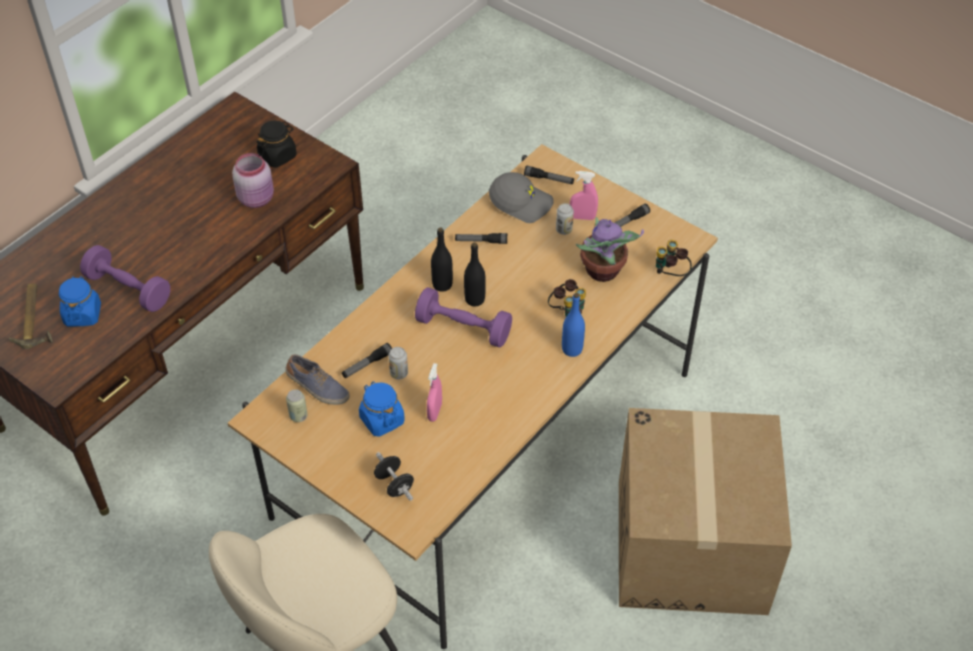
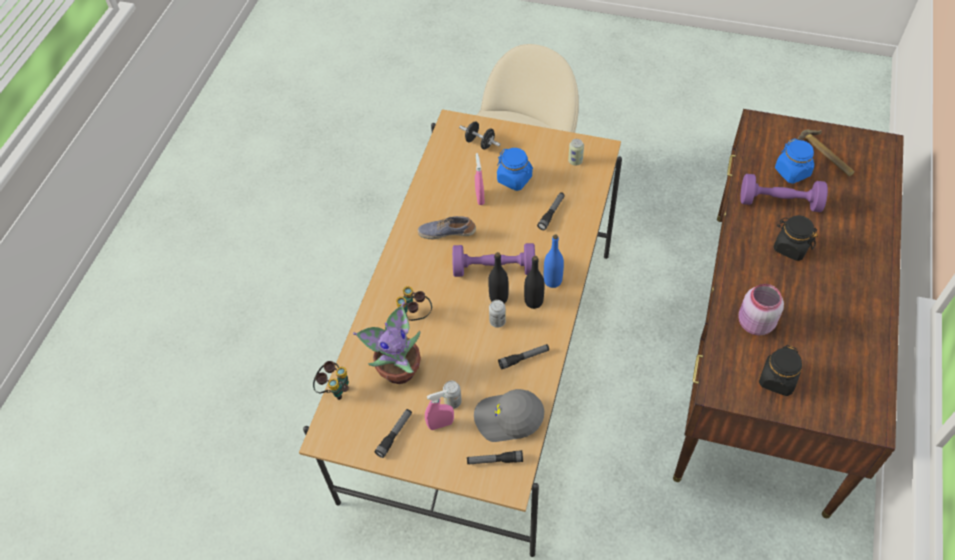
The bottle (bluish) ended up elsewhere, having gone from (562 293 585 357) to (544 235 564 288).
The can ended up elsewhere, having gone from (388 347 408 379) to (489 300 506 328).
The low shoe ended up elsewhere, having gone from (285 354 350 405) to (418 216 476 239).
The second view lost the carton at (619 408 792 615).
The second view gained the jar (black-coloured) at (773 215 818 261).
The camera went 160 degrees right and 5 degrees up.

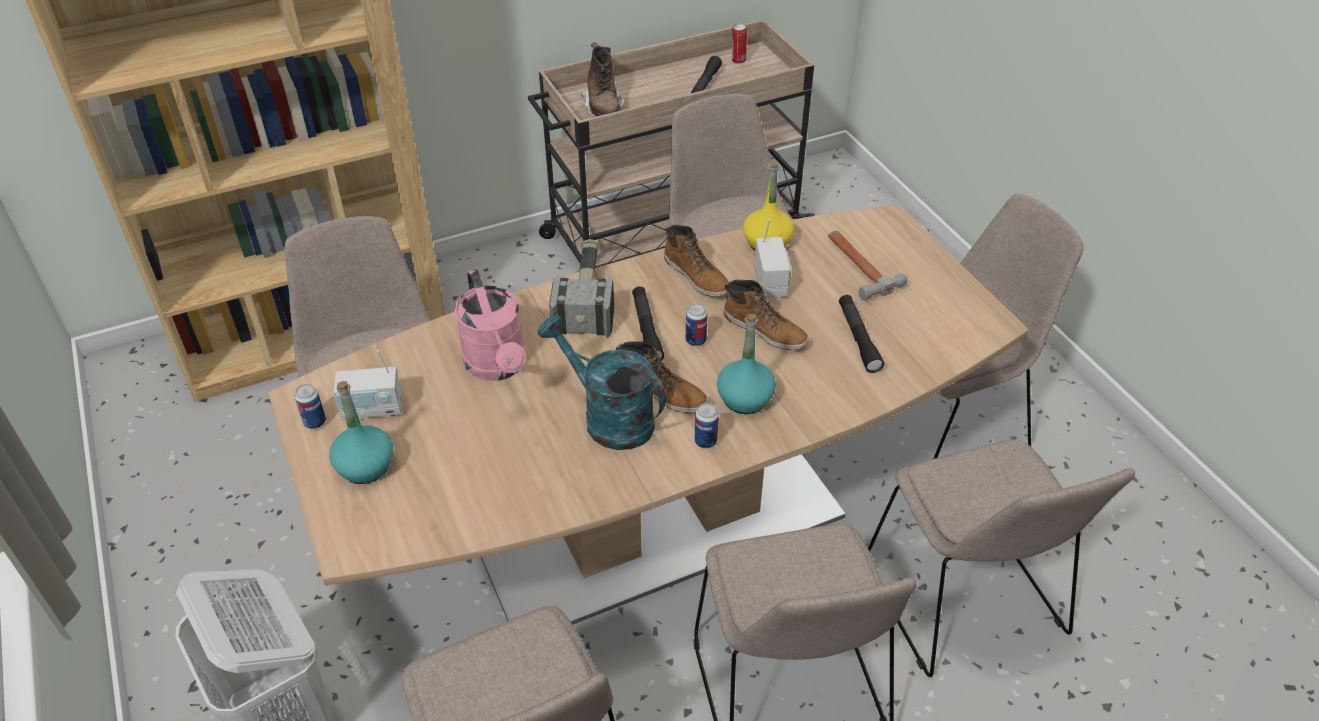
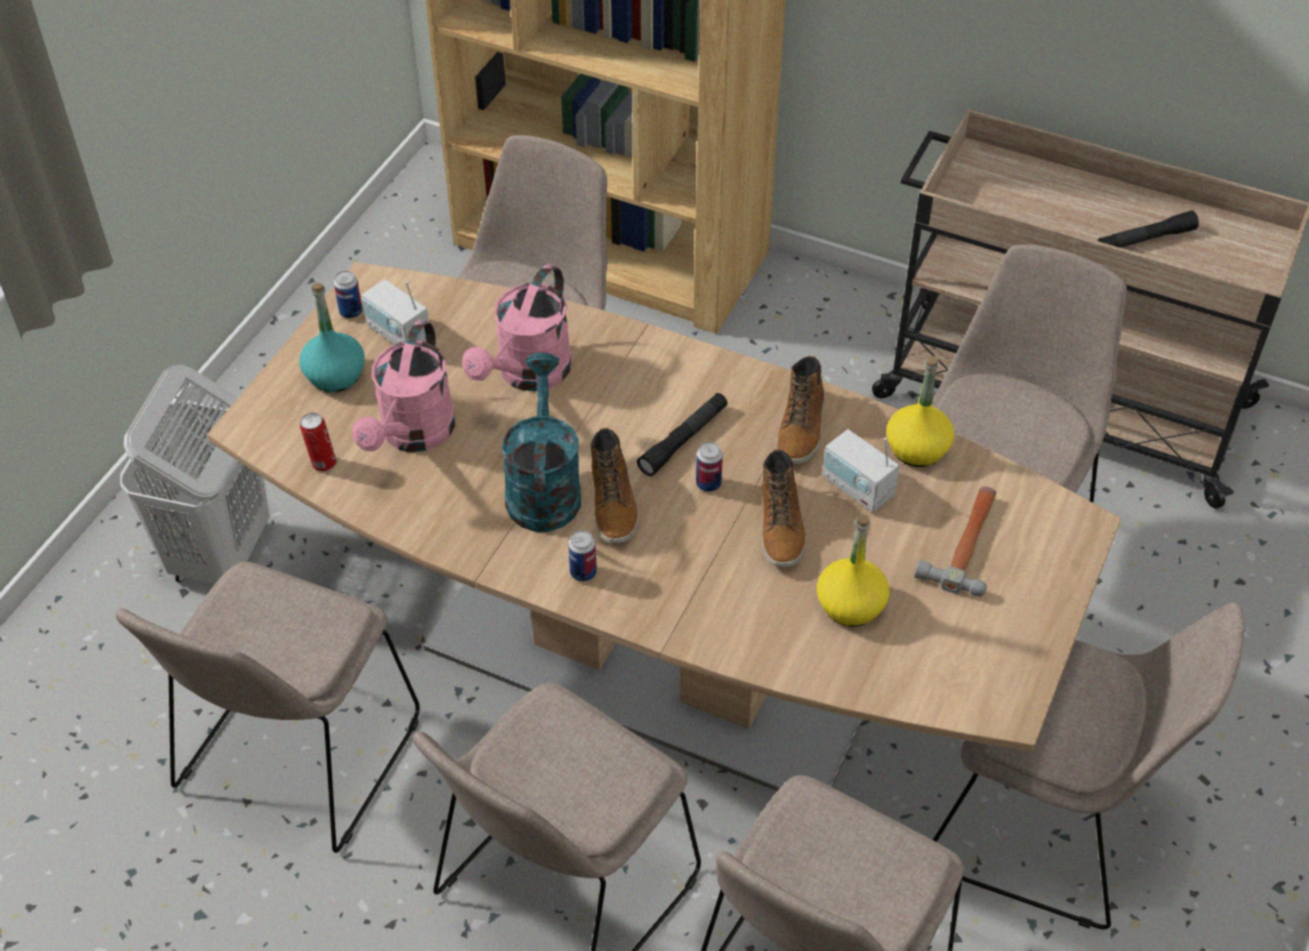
The can ended up elsewhere, having gone from (732 23 747 64) to (300 413 336 472).
The second view lost the high-top boot (brown-coloured) at (581 42 624 116).
The radio receiver at (754 219 791 298) ended up facing another way, 90 degrees clockwise from before.
The second view lost the hammer at (549 239 614 338).
Where the torch (black-coloured) stood at (839 295 884 373), the bottle (yellow) came to stand at (817 514 889 627).
The second view lost the bottle (turquoise) at (717 314 776 414).
The second view gained the sprinkling can (pinkish) at (352 320 455 452).
The camera went 50 degrees right and 5 degrees up.

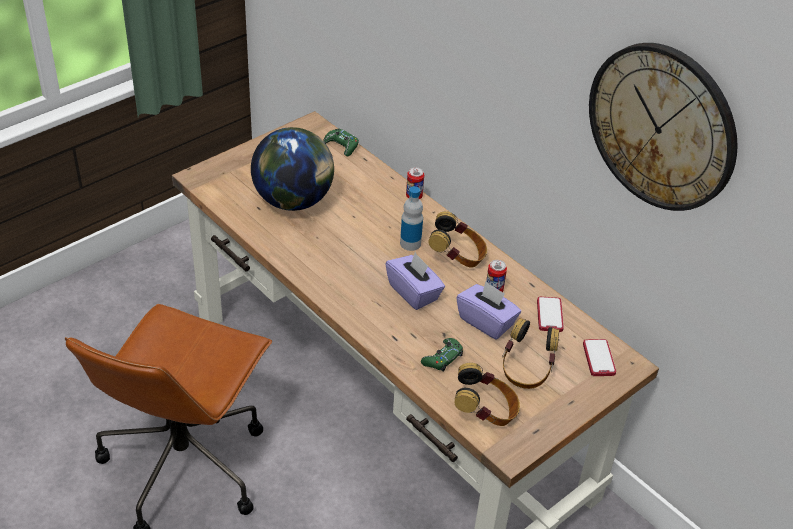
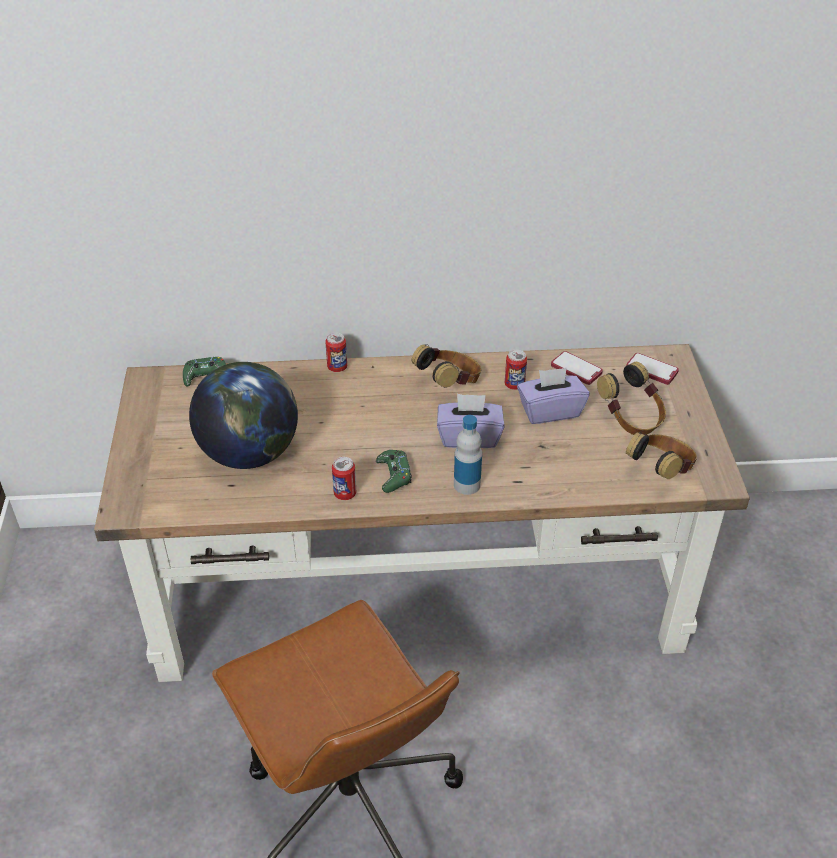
The second view lost the clock on the wall at (589 43 738 211).
The bottle ended up elsewhere, having gone from (400 186 423 251) to (454 415 482 495).
The joypad (green) ended up elsewhere, having gone from (421 338 463 372) to (376 450 412 493).
The second view gained the can at (332 457 356 500).
The camera went 50 degrees left and 0 degrees up.

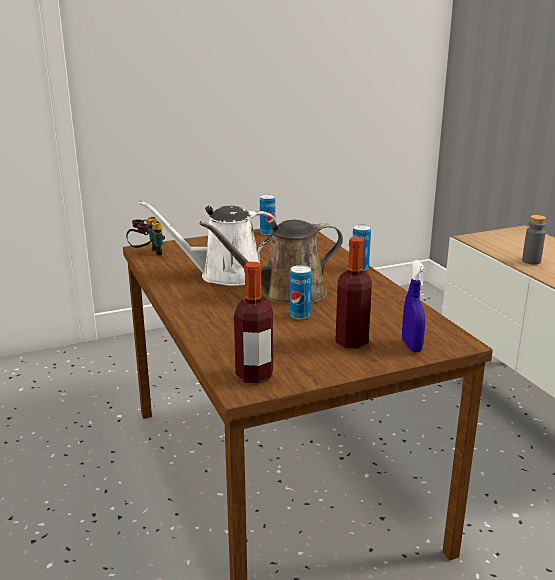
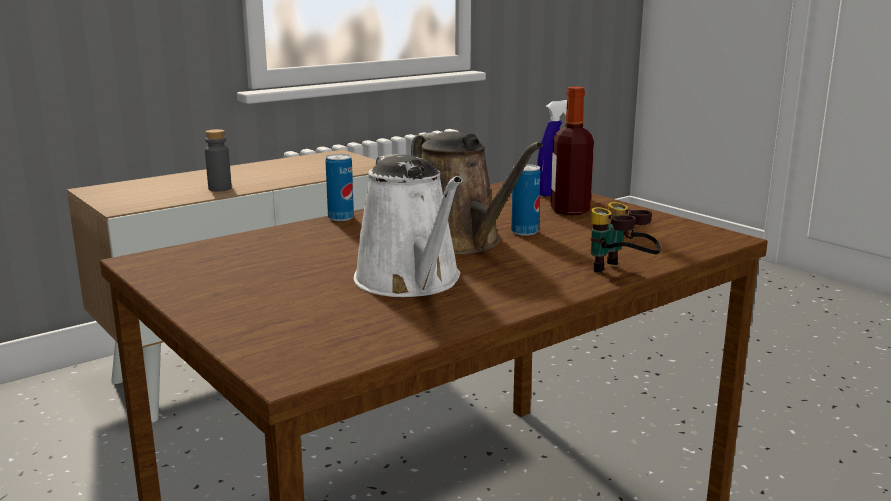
The second view lost the can at (260 194 275 235).
The binoculars ended up elsewhere, having gone from (126 216 165 255) to (591 202 661 272).
The second view lost the bottle at (234 262 273 383).
The camera went 105 degrees left and 5 degrees down.

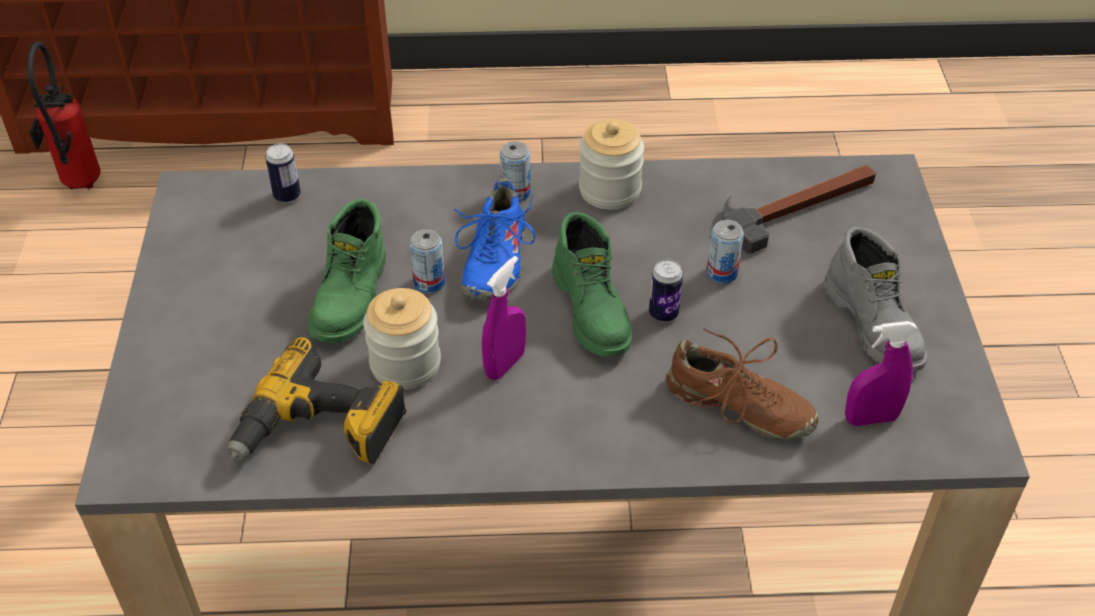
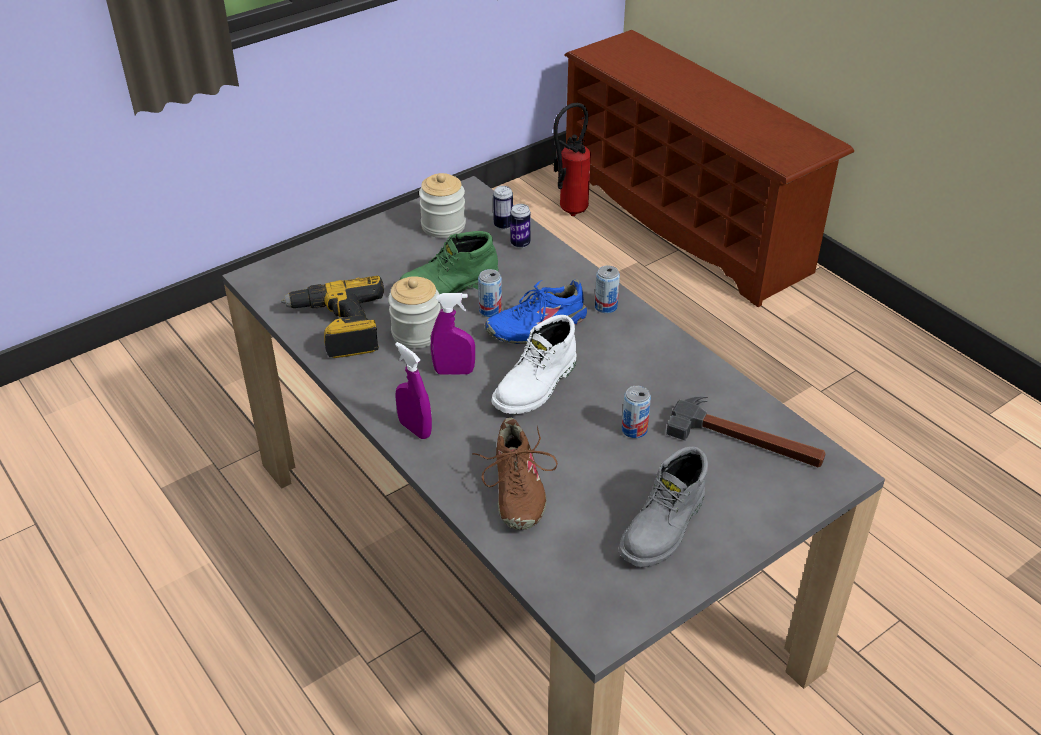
The jar ended up elsewhere, having gone from (579 119 644 210) to (419 173 466 238).
What was the high-top boot (green) at (552 212 632 357) turned into the high-top boot (white-coloured) at (491 315 577 414).
The can ended up elsewhere, having gone from (649 259 683 322) to (510 204 531 248).
The spray bottle (purple-coloured) ended up elsewhere, having gone from (845 321 917 426) to (395 342 432 439).
The camera went 55 degrees right and 5 degrees down.

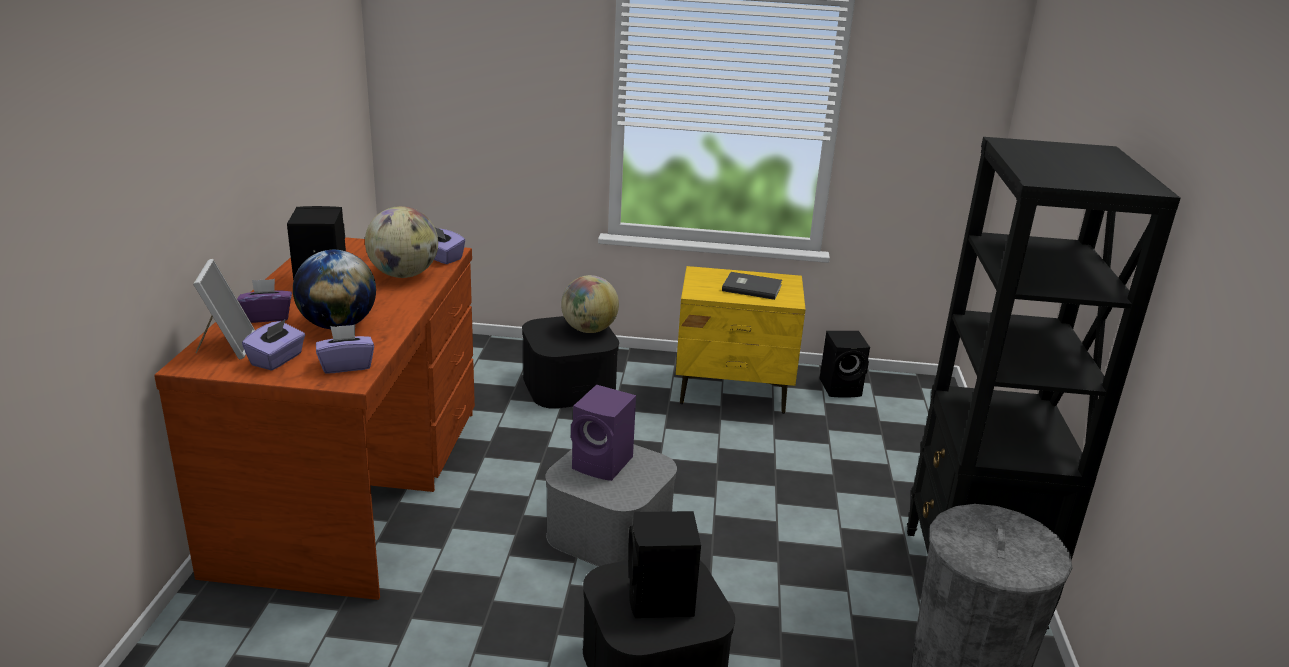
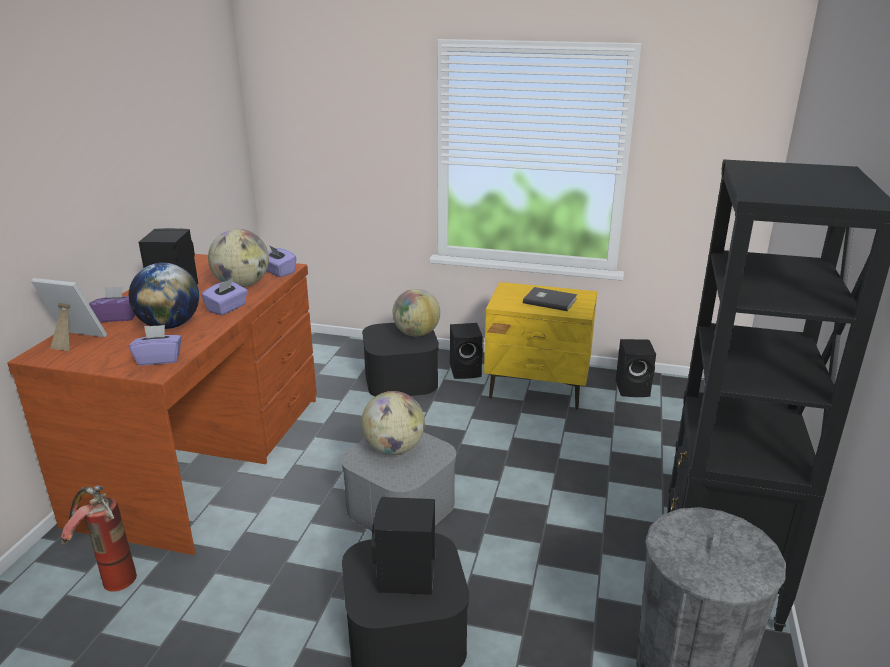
The standing frame at (193 259 255 359) ended up facing another way, 75 degrees counterclockwise from before.
The box of tissues (purple-coloured) ended up elsewhere, having gone from (242 319 305 371) to (201 279 248 315).
Where the audio speaker (purple-coloured) stood at (571 384 636 481), the globe came to stand at (361 391 425 455).
The second view gained the audio speaker (black-coloured) at (450 323 483 379).
The second view gained the extinguisher at (61 485 137 592).
The camera went 10 degrees right and 0 degrees up.

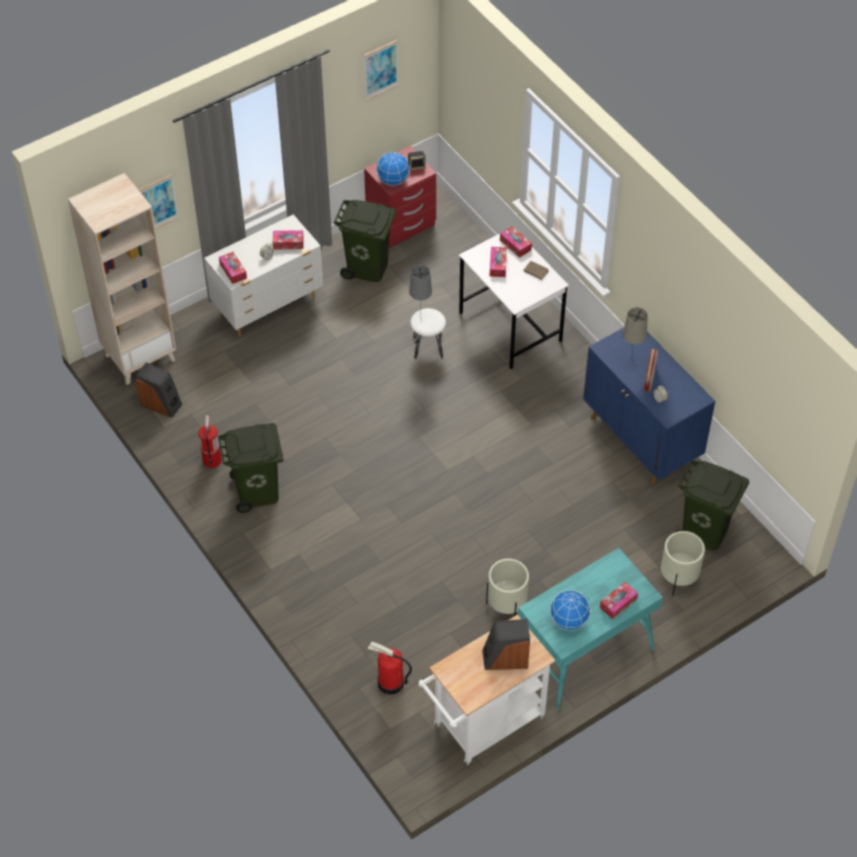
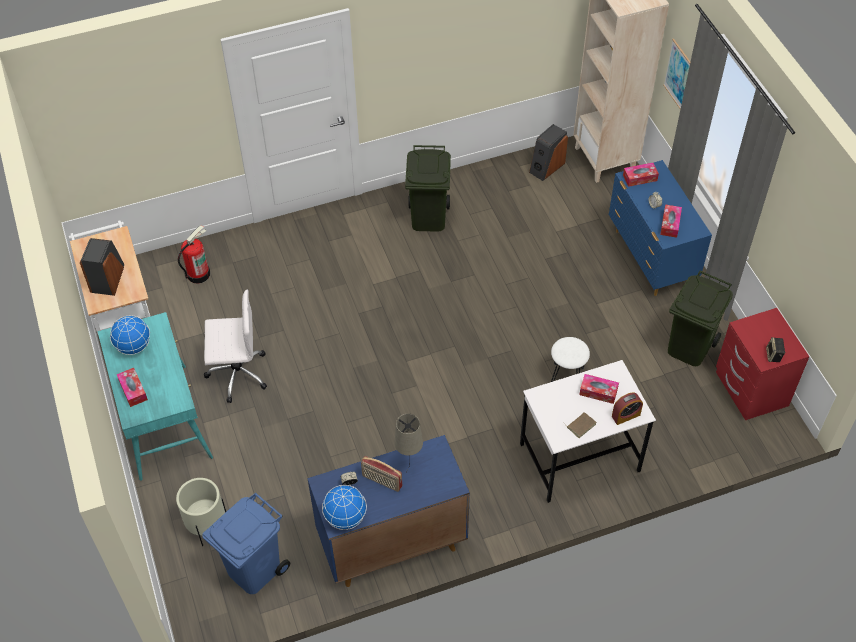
The second view lost the wall picture at (364 40 399 100).
The globe ended up elsewhere, having gone from (376 152 410 186) to (322 485 367 530).
What was the chest of drawers (white-coloured) at (204 214 323 336) turned into the chest of drawers (bluish) at (609 160 712 296).
Where the box of tissues stood at (500 226 532 258), the alarm clock came to stand at (612 392 643 425).
The second view lost the table lamp (gray) at (409 265 432 323).
The second view lost the extinguisher at (198 415 222 468).
What was the trash can (green) at (675 460 749 551) turned into the trash can (bluish) at (202 493 290 594).
Where the flower pot (beige) stood at (486 559 529 616), the desk chair (white-coloured) came to stand at (204 289 267 403).
The camera went 105 degrees right and 0 degrees up.

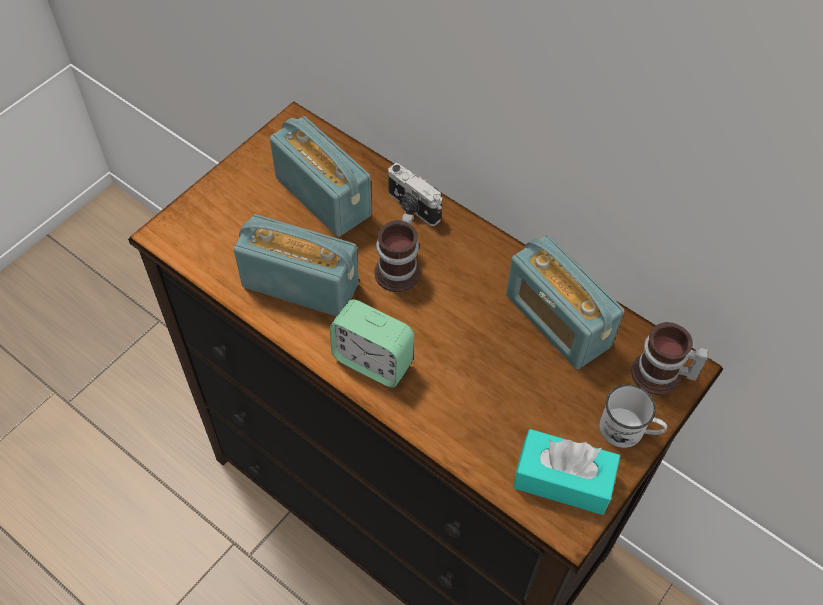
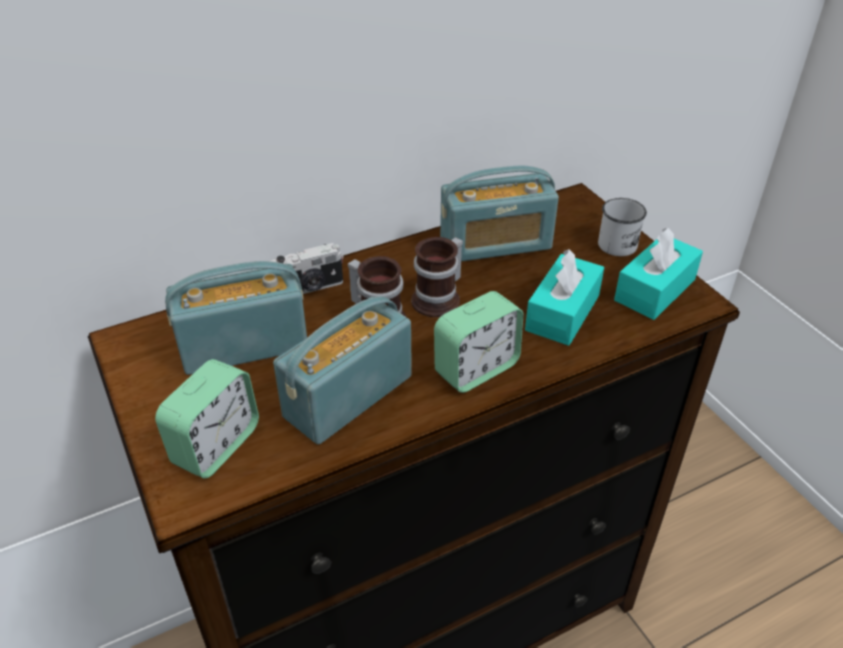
The coffee mug ended up elsewhere, having gone from (631 322 709 395) to (411 237 463 317).
The second view gained the box of tissues (turquoise) at (525 249 604 346).
The second view gained the alarm clock at (155 359 259 479).
The camera went 65 degrees left and 15 degrees down.

